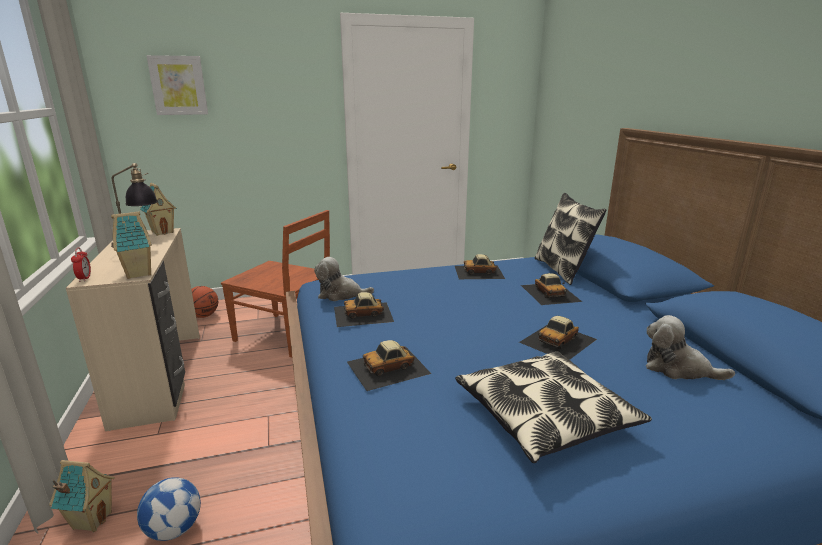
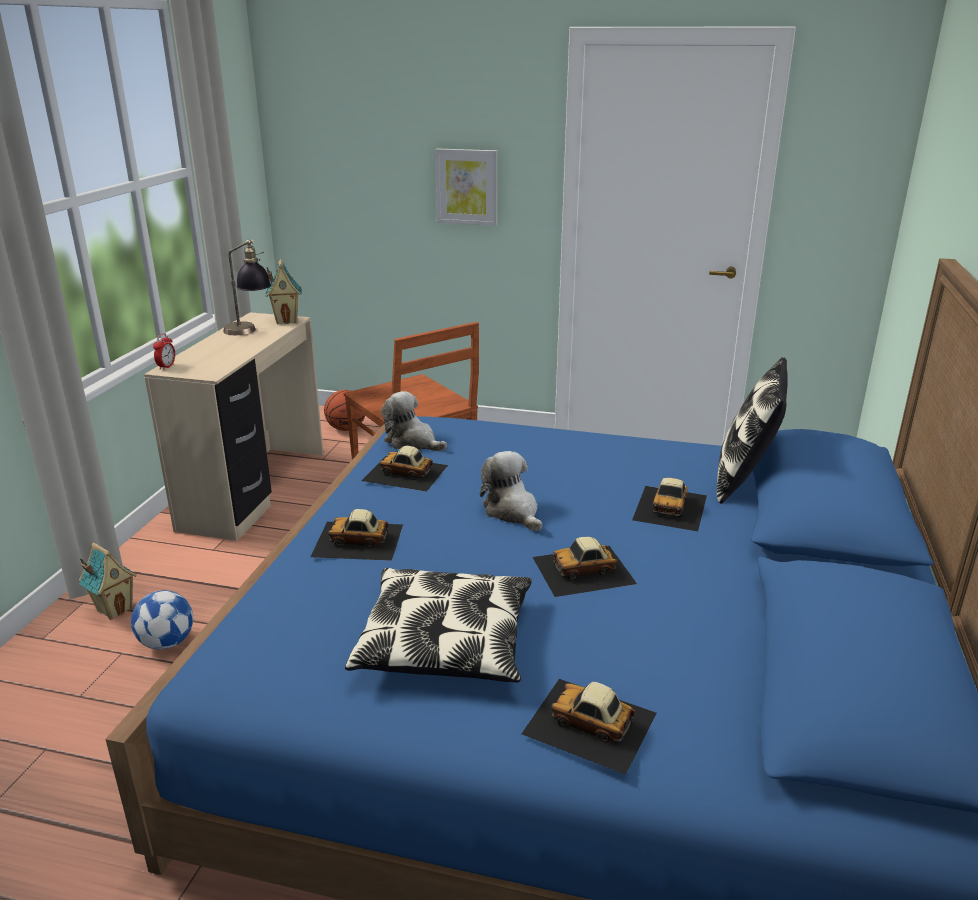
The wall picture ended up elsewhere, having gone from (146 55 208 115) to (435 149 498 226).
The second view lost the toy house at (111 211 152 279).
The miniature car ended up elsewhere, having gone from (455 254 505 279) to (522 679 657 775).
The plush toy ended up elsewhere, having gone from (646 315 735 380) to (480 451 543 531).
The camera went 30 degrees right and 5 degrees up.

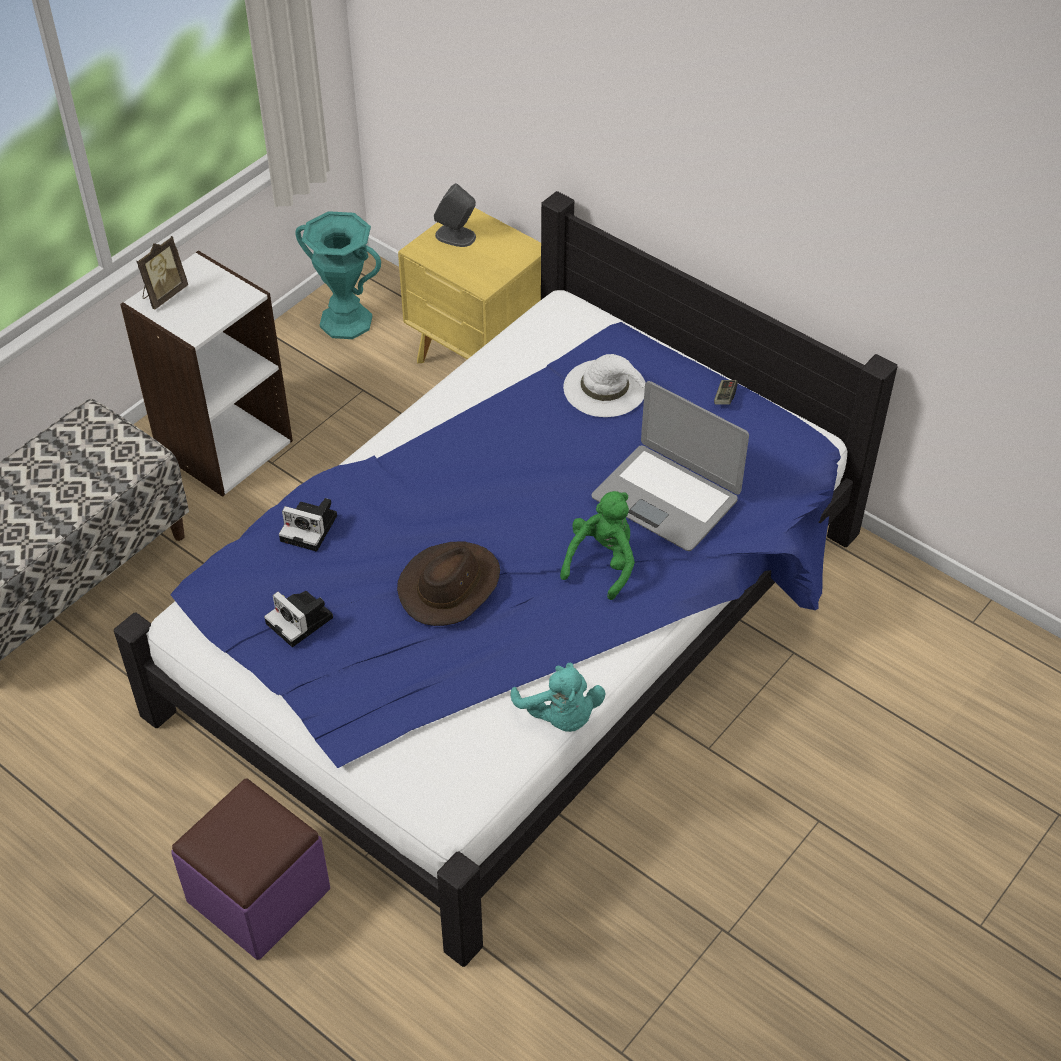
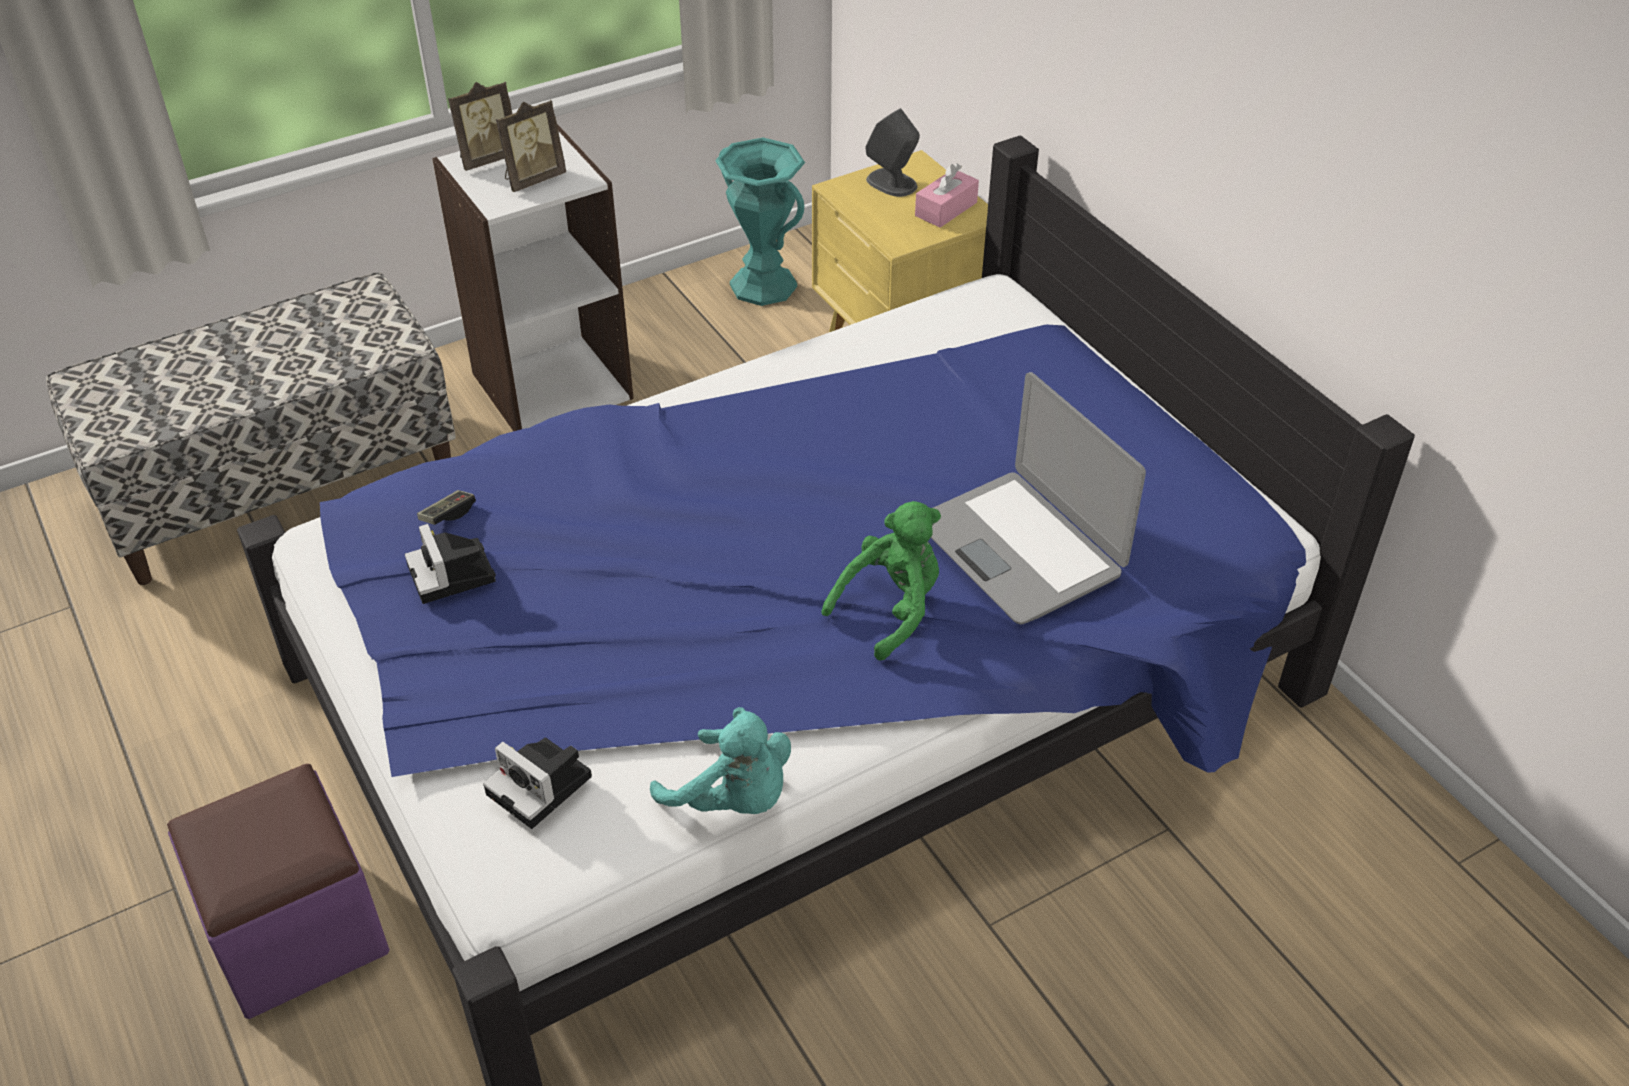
The second view lost the clothing hat (white-coloured) at (563 354 646 417).
The joypad ended up elsewhere, having gone from (714 380 738 404) to (417 490 476 525).
The still camera ended up elsewhere, having gone from (279 498 337 552) to (483 738 592 829).
The second view lost the clothing hat (brown-coloured) at (397 542 500 626).
The plush toy (turquoise) at (510 663 605 732) ended up facing another way, 45 degrees counterclockwise from before.
The second view gained the standing frame at (496 100 566 192).
The second view gained the box of tissues (pinkish) at (915 163 979 228).
The camera went 20 degrees right and 5 degrees down.

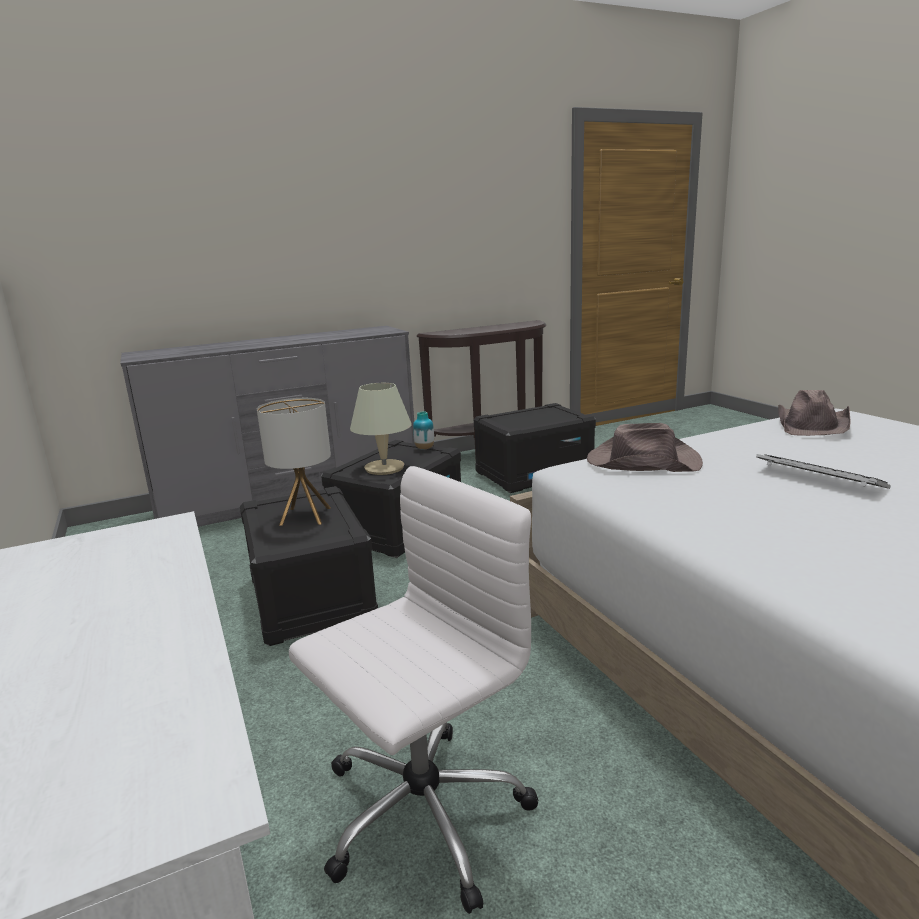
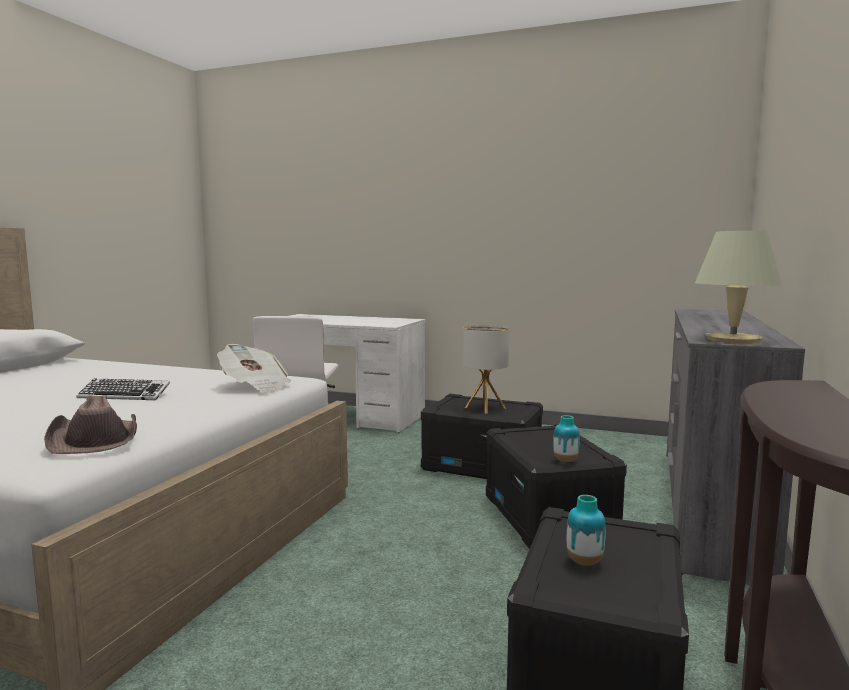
The table lamp (beige) ended up elsewhere, having gone from (350 383 412 475) to (695 231 782 343).
Where the clothing hat (brown-coloured) stood at (587 423 703 472), the printed paper came to stand at (217 344 291 393).
The second view gained the flower vase at (567 495 606 565).
The camera went 135 degrees right and 10 degrees down.

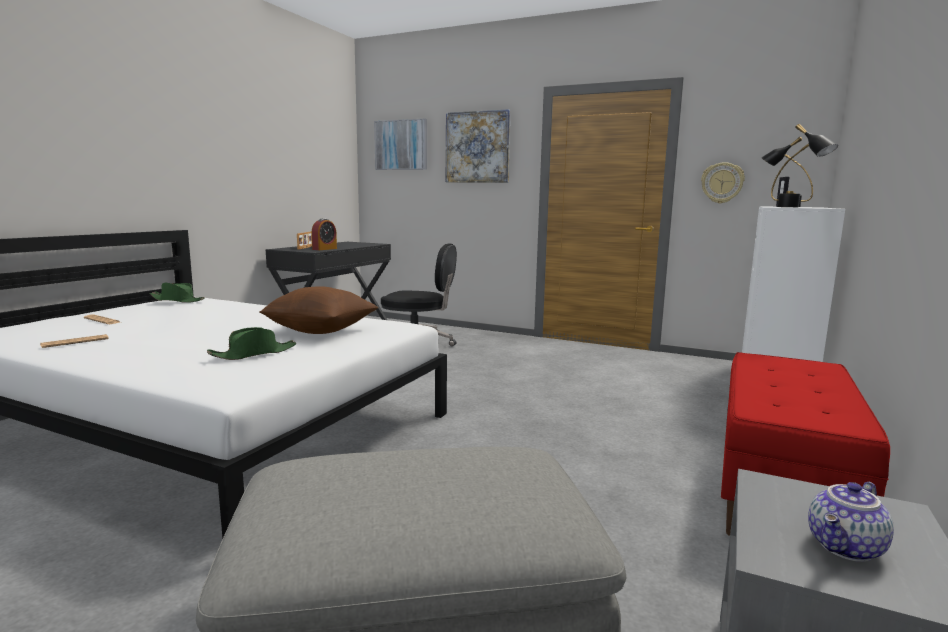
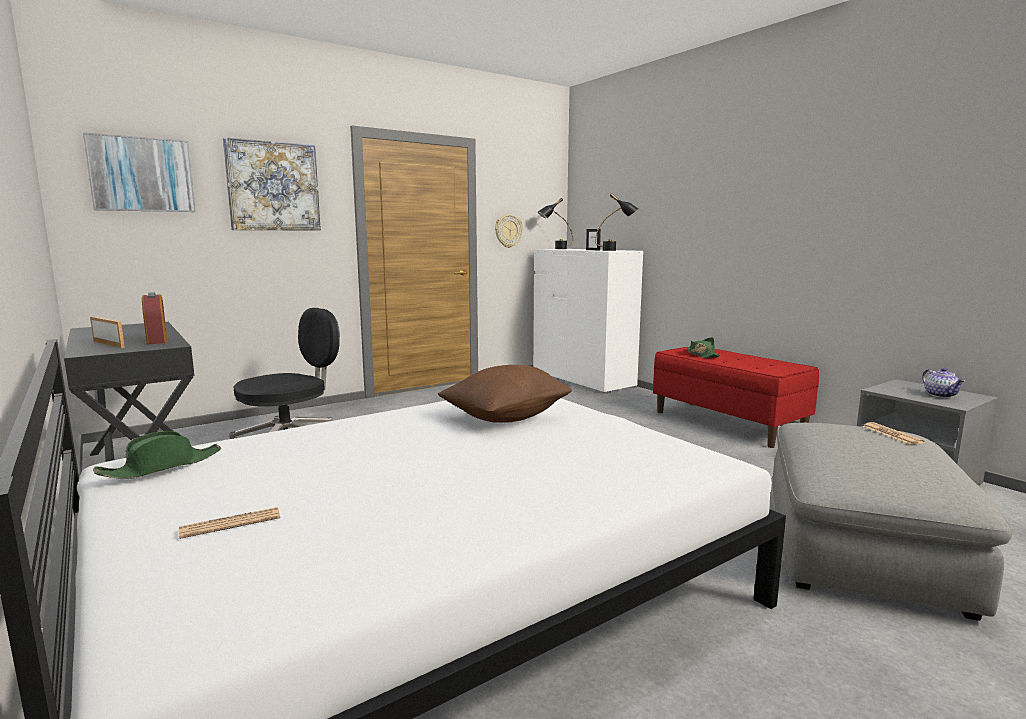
The clothing hat (green) ended up elsewhere, having gone from (207 327 296 360) to (687 337 720 358).
The printed paper ended up elsewhere, having gone from (40 334 109 348) to (862 422 924 445).
The camera went 60 degrees left and 0 degrees up.

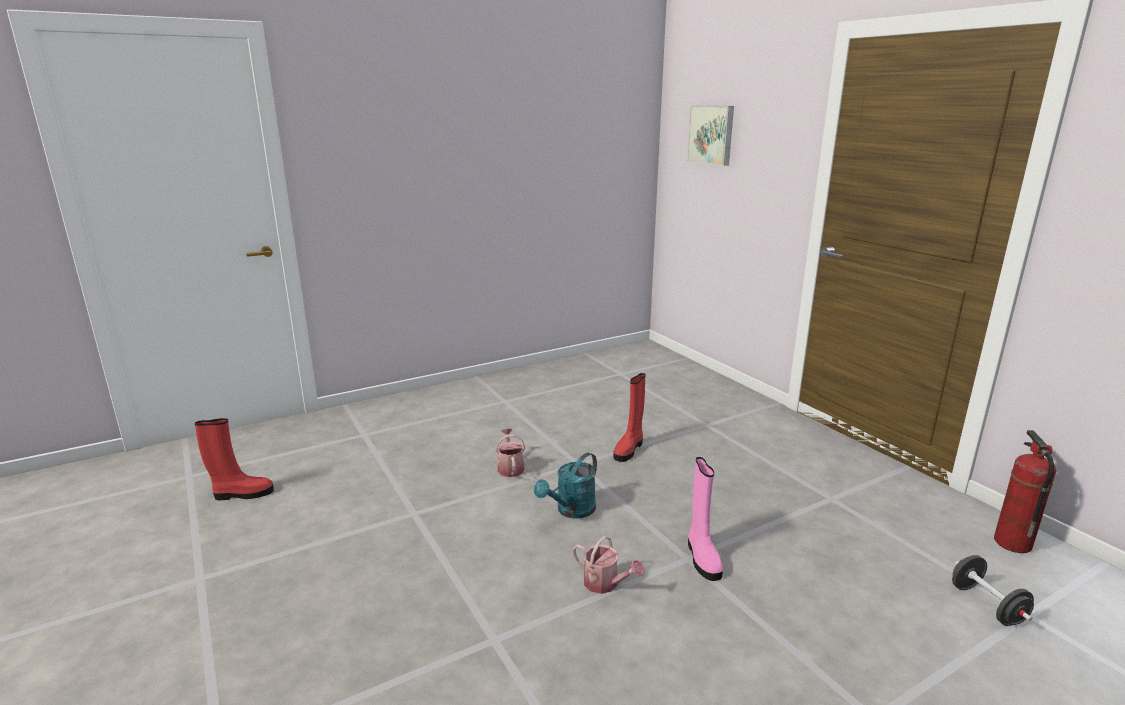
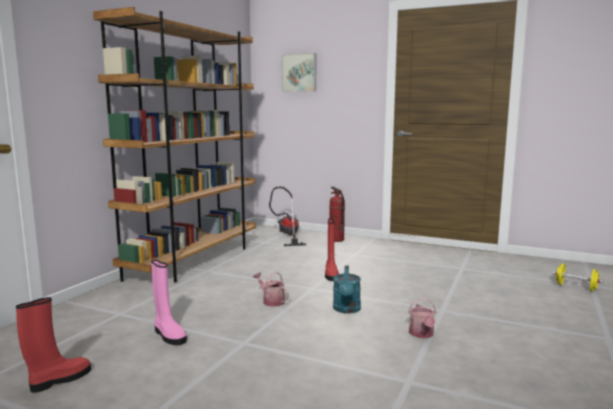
The extinguisher ended up elsewhere, having gone from (994 430 1056 553) to (329 186 345 242).
The high-top boot (pinkish) ended up elsewhere, having gone from (688 457 723 581) to (151 260 187 345).
The sprinkling can at (572 536 645 594) ended up facing another way, 90 degrees clockwise from before.
What was the dumbbell (black-coloured) at (952 555 1034 626) turned into the dumbbell (yellow) at (552 264 604 291).
The second view gained the bookcase (brown-coloured) at (93 7 256 283).
The second view gained the hoover at (269 187 306 246).
The camera went 35 degrees left and 10 degrees down.

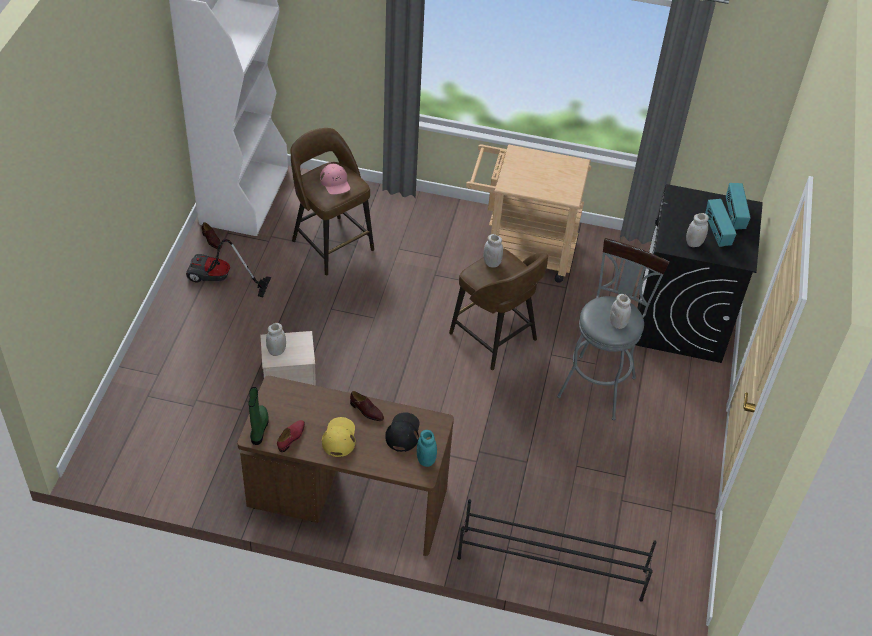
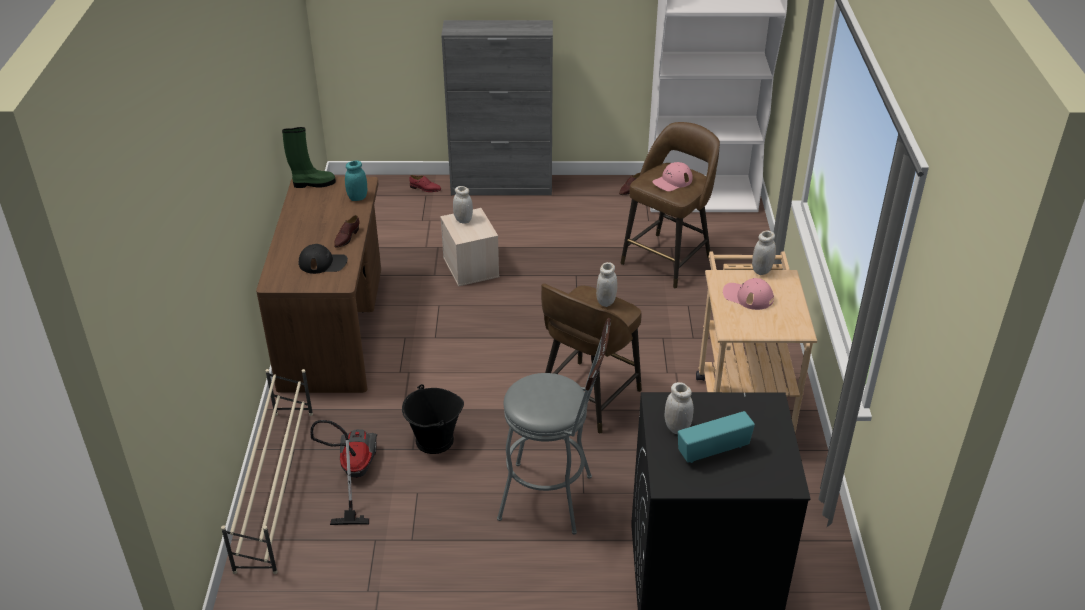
The second view lost the radio receiver at (726 183 751 230).
The hoover ended up elsewhere, having gone from (186 239 271 297) to (310 420 377 525).
The jar (white-coloured) ended up elsewhere, having gone from (610 294 631 329) to (752 230 776 275).
The second view lost the cap (yellow) at (322 417 355 457).
The low shoe (reddish) ended up elsewhere, having gone from (277 420 305 452) to (409 175 441 192).
The jar (turquoise) ended up elsewhere, having gone from (417 430 437 467) to (345 161 367 201).
What was the shoe shelf (black-coloured) at (457 499 657 601) turned into the shoe shelf (beige) at (221 369 313 574).
The second view gained the cupboard (gray) at (441 20 553 195).
The second view gained the cap (pinkish) at (723 278 774 310).
The second view gained the bucket (black-coloured) at (402 384 464 454).
The camera went 80 degrees right and 10 degrees down.

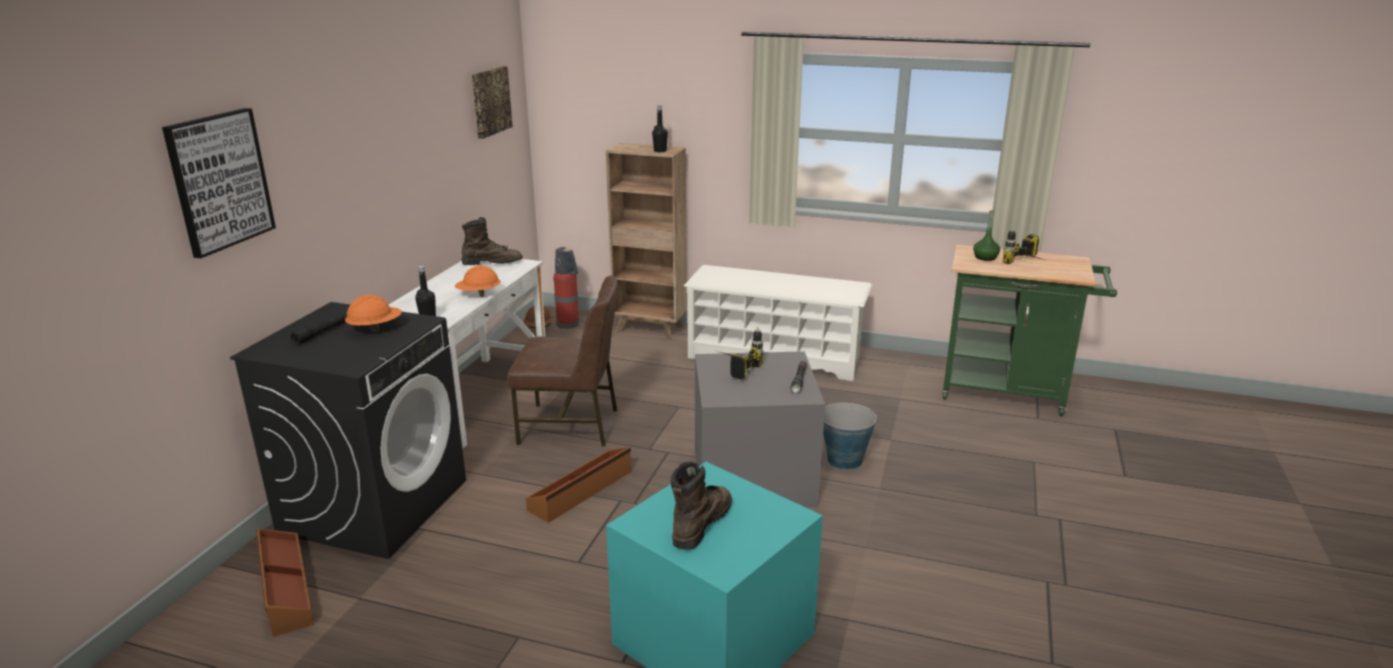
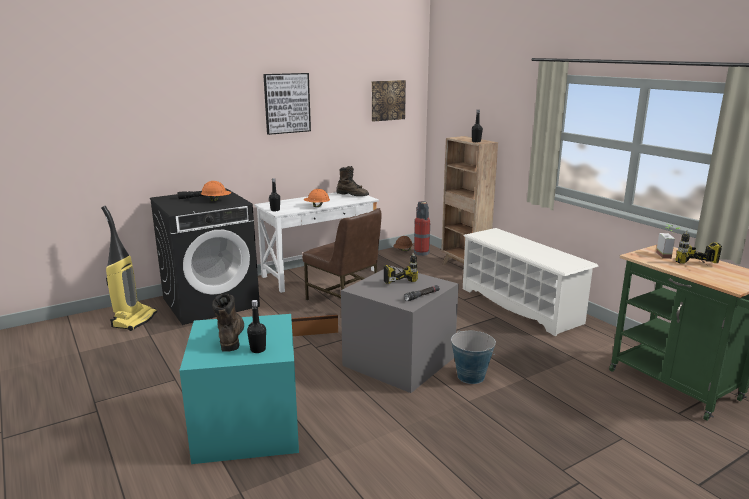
The wall picture ended up elsewhere, having gone from (162 108 276 258) to (263 73 311 135).
Where the bottle (green) stood at (973 210 1000 261), the houseplant came to stand at (656 225 681 259).
The high-top boot (brown-coloured) at (671 462 732 550) ended up facing another way, 75 degrees counterclockwise from before.
Where the storage container (brown-coloured) stood at (256 529 314 637), the hoover came to stand at (101 206 157 331).
The second view gained the bottle (black-coloured) at (247 300 266 353).
The camera went 40 degrees right and 5 degrees down.

